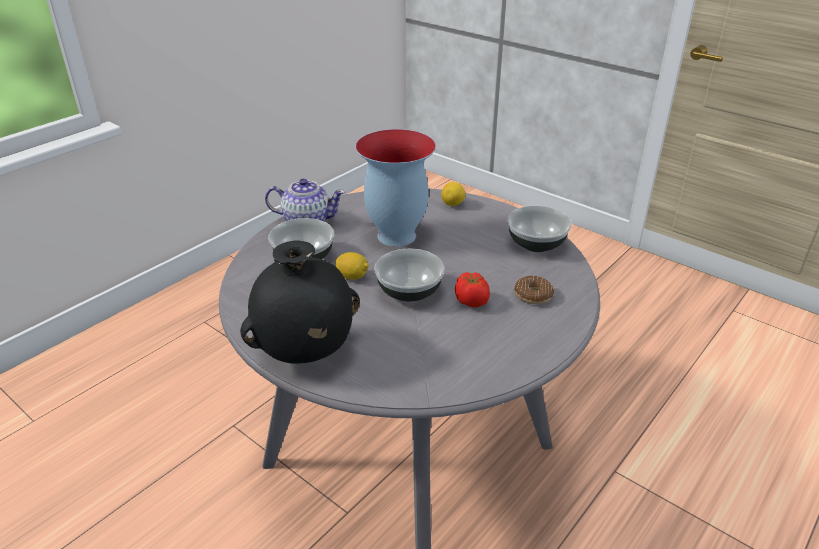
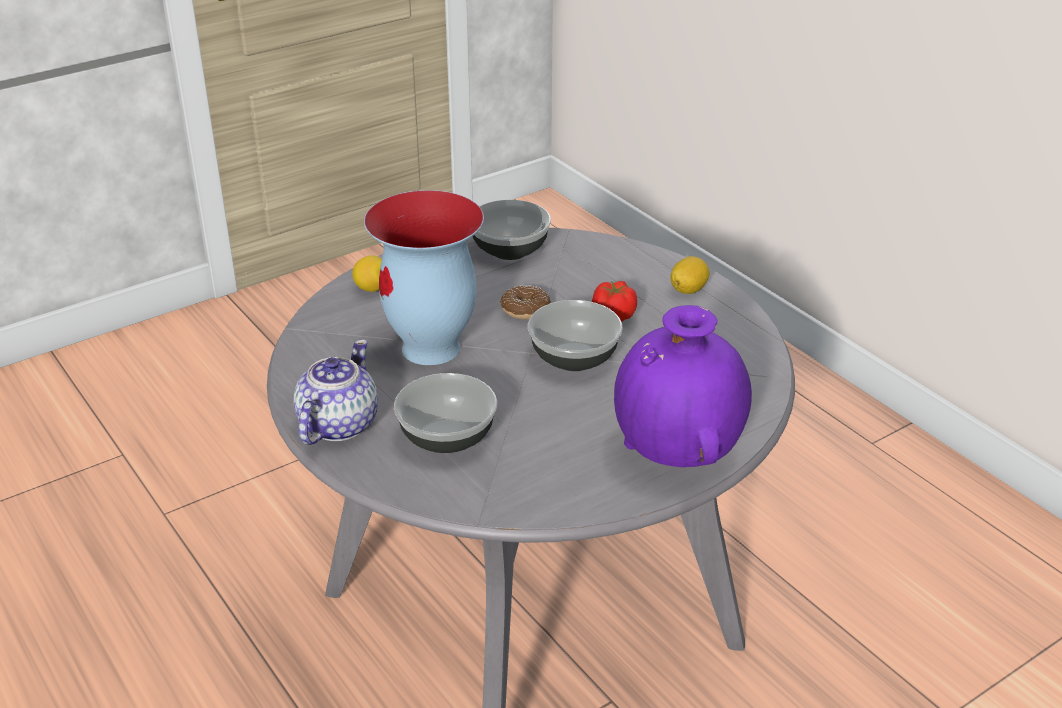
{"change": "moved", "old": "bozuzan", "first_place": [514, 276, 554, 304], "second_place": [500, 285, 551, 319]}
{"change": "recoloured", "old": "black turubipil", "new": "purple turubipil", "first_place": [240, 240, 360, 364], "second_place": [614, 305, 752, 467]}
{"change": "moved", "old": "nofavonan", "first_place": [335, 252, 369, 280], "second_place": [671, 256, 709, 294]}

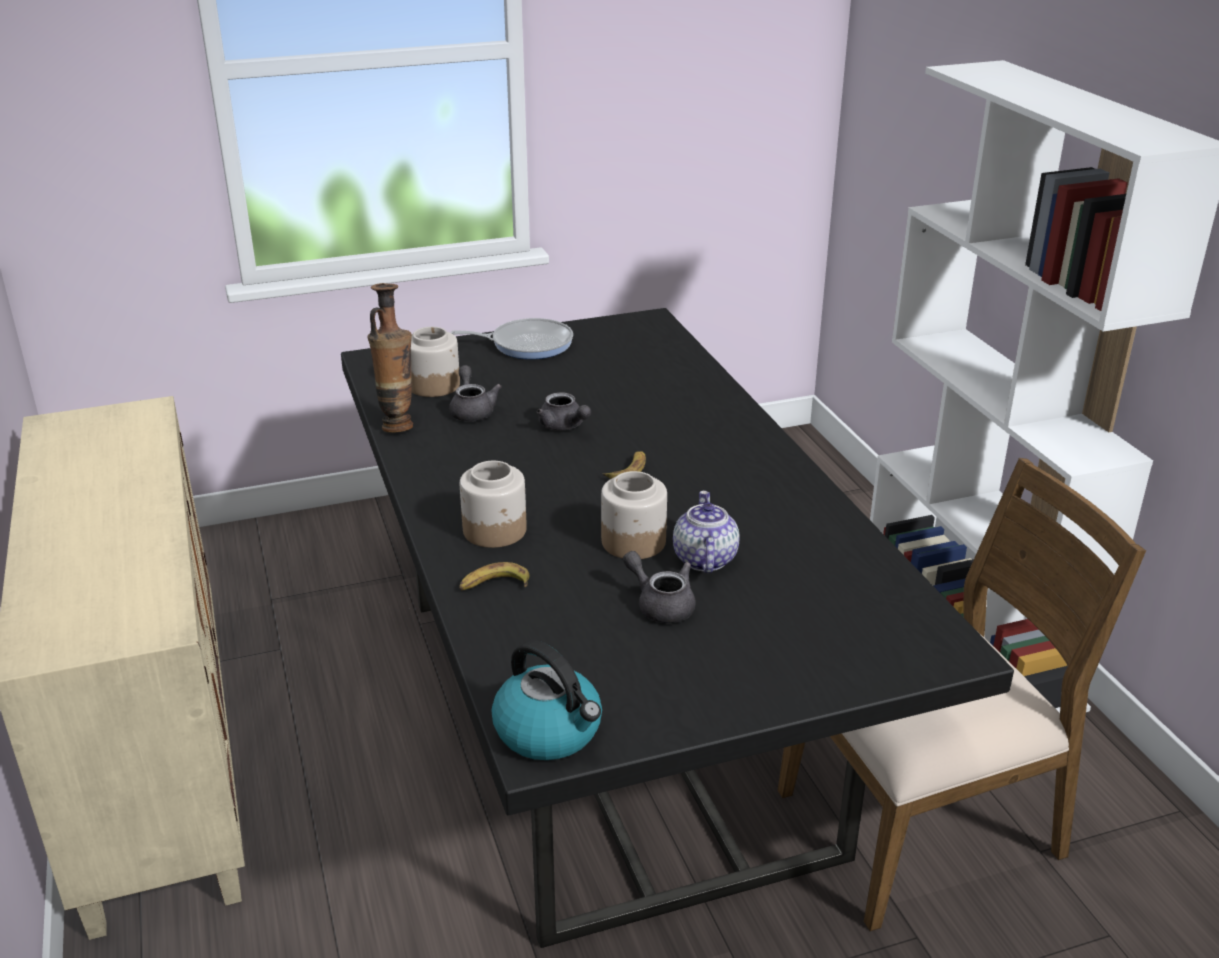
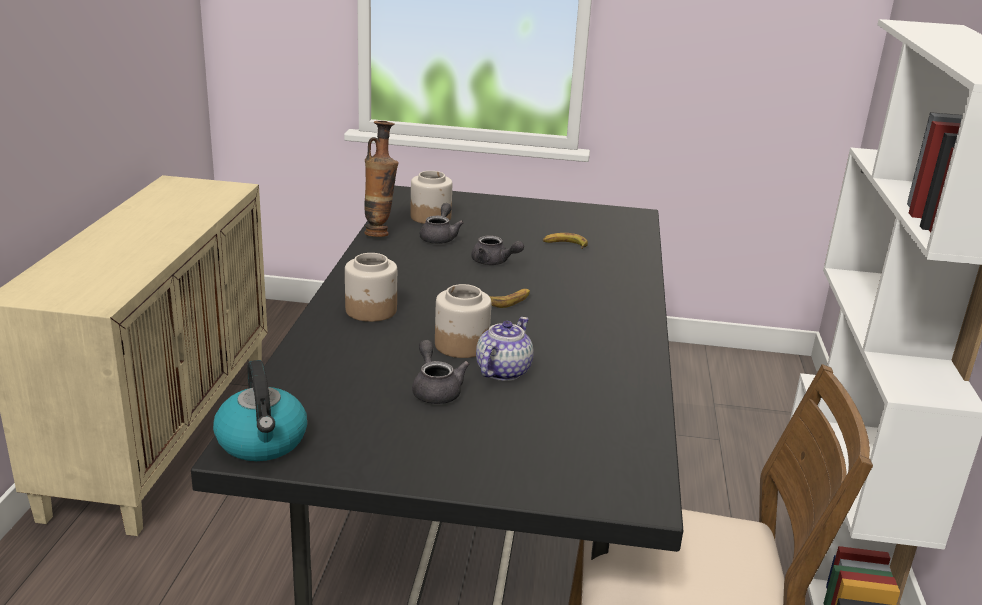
{"change": "turned", "old": "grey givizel", "first_place": [537, 392, 591, 431], "second_place": [471, 235, 524, 265], "degrees": -45}
{"change": "moved", "old": "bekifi", "first_place": [459, 562, 530, 591], "second_place": [543, 233, 588, 249]}
{"change": "removed", "old": "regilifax", "first_place": [451, 318, 573, 359]}

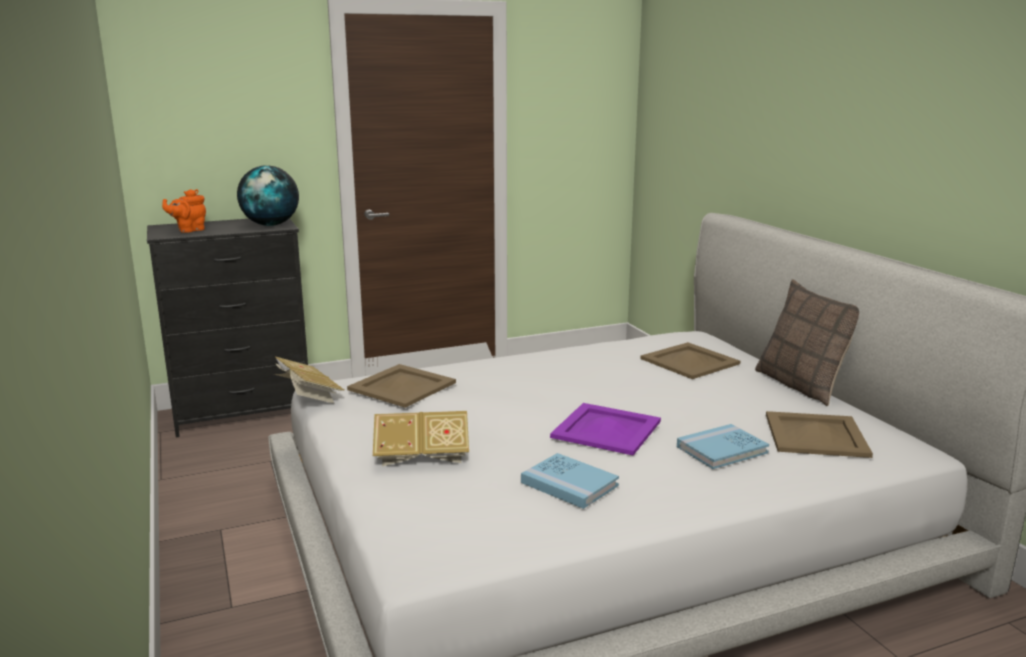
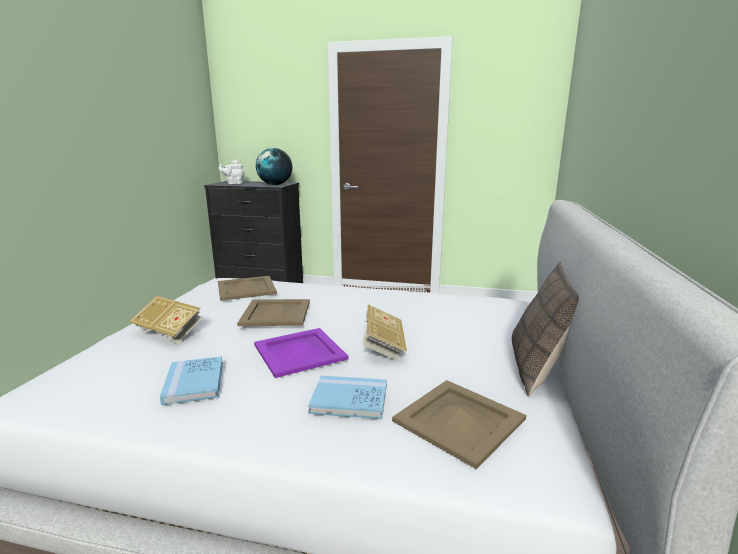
{"change": "recoloured", "old": "orange givizel", "new": "white givizel", "first_place": [162, 189, 206, 233], "second_place": [218, 160, 245, 184]}
{"change": "moved", "old": "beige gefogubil", "first_place": [640, 342, 740, 379], "second_place": [237, 299, 310, 326]}
{"change": "moved", "old": "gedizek", "first_place": [274, 356, 345, 403], "second_place": [362, 304, 407, 360]}

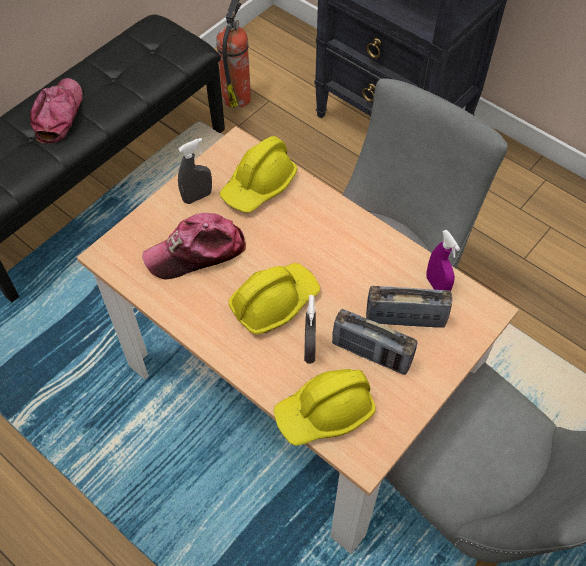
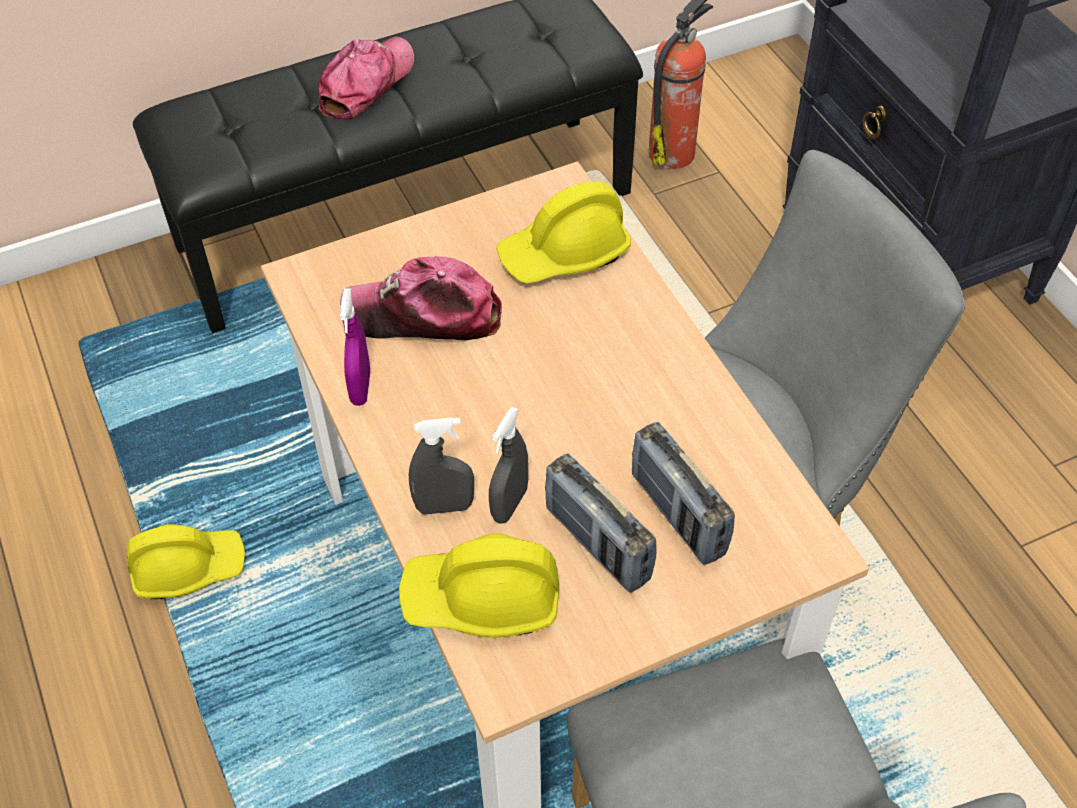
{"change": "moved", "old": "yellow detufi", "first_place": [228, 263, 320, 335], "second_place": [127, 524, 245, 599]}
{"change": "moved", "old": "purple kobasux", "first_place": [426, 230, 460, 291], "second_place": [340, 289, 370, 406]}
{"change": "moved", "old": "grey kobasux", "first_place": [178, 138, 212, 204], "second_place": [409, 418, 474, 515]}
{"change": "turned", "old": "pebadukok", "first_place": [366, 286, 452, 328], "second_place": [632, 422, 735, 565], "degrees": -150}

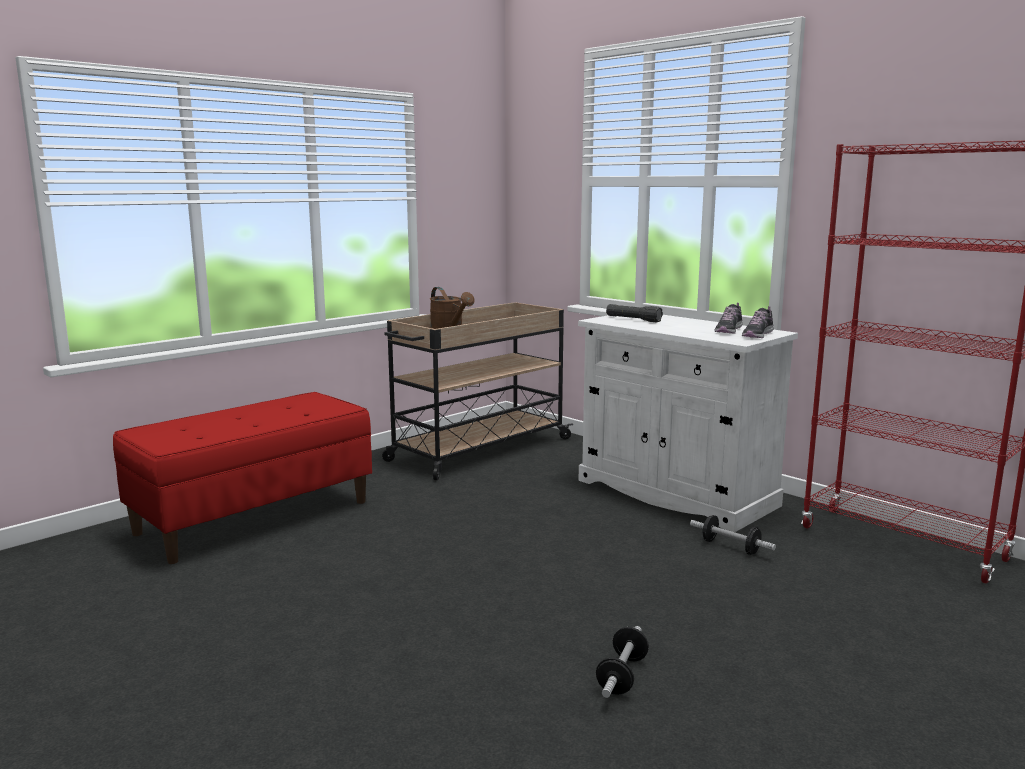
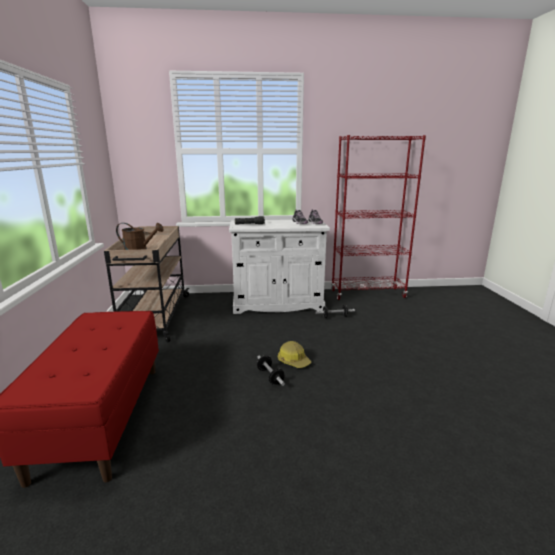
{"change": "moved", "old": "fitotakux", "first_place": [596, 626, 649, 698], "second_place": [257, 356, 285, 386]}
{"change": "added", "new": "detufi", "second_place": [278, 341, 311, 368]}

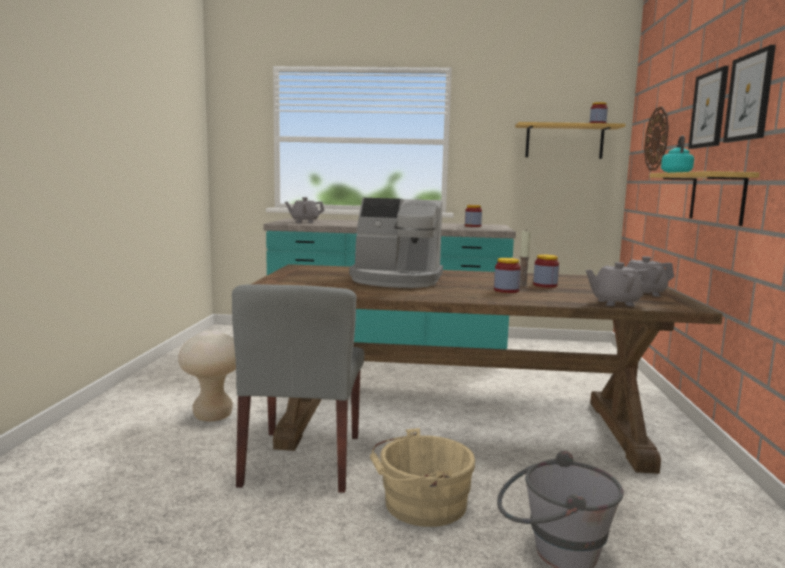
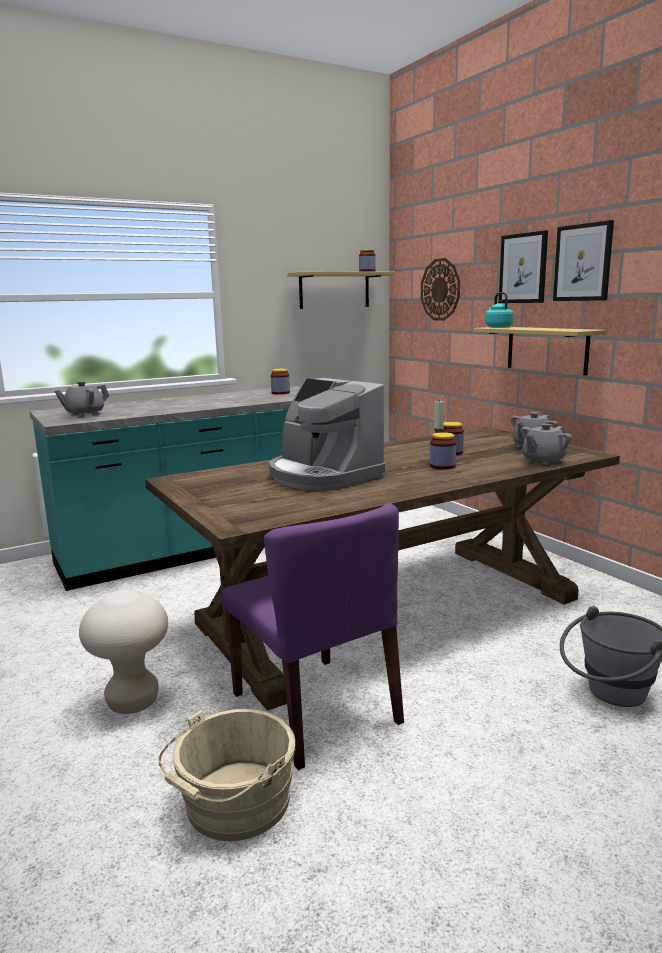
{"change": "moved", "old": "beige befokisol", "first_place": [370, 428, 475, 527], "second_place": [158, 709, 296, 841]}
{"change": "recoloured", "old": "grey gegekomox", "new": "purple gegekomox", "first_place": [232, 284, 364, 493], "second_place": [221, 503, 404, 770]}
{"change": "turned", "old": "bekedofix", "first_place": [349, 198, 443, 288], "second_place": [269, 378, 385, 490], "degrees": 75}

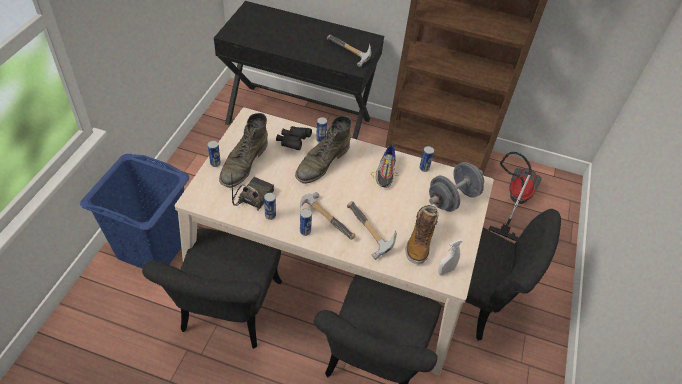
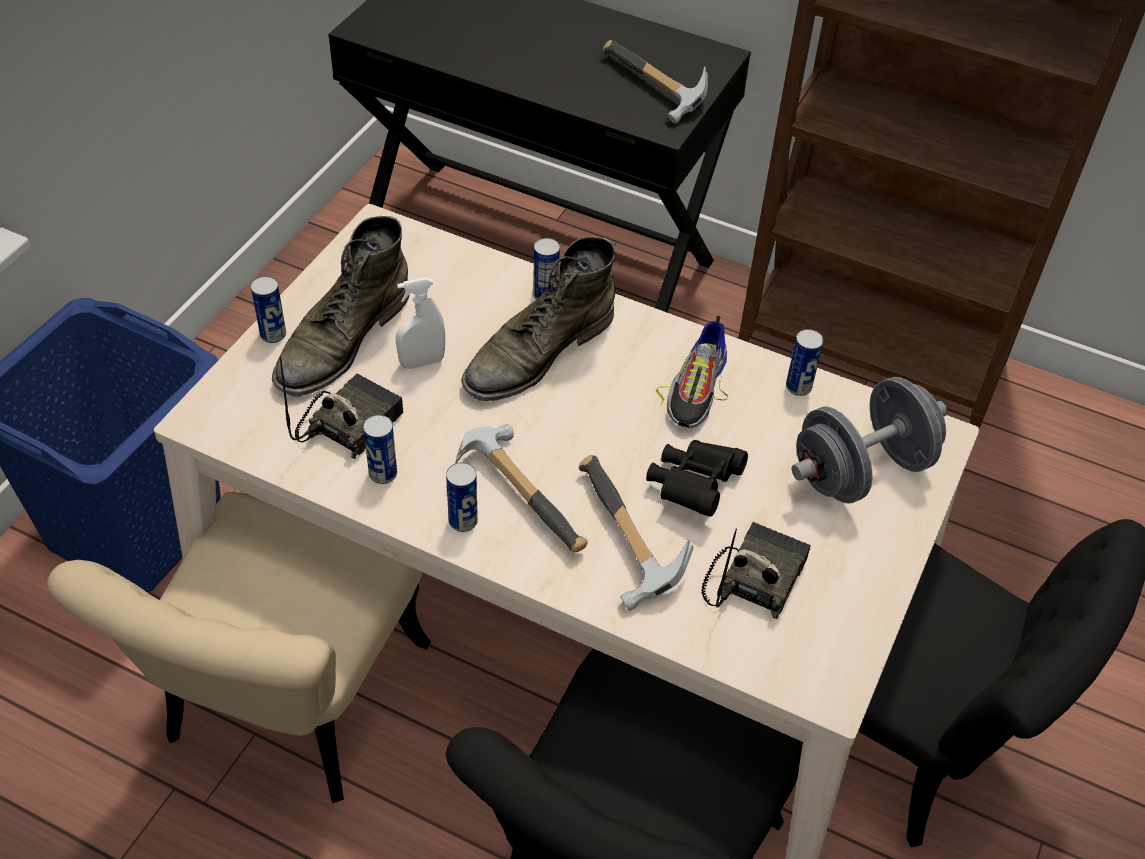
{"change": "recoloured", "old": "black gegekomox", "new": "beige gegekomox", "first_place": [142, 228, 282, 349], "second_place": [47, 492, 431, 803]}
{"change": "moved", "old": "white kobasux", "first_place": [438, 239, 463, 275], "second_place": [396, 277, 445, 369]}
{"change": "moved", "old": "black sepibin", "first_place": [276, 126, 312, 150], "second_place": [646, 440, 748, 517]}
{"change": "replaced", "old": "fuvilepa", "new": "pebadukok", "first_place": [405, 205, 438, 264], "second_place": [701, 522, 811, 619]}
{"change": "removed", "old": "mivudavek", "first_place": [488, 152, 542, 241]}

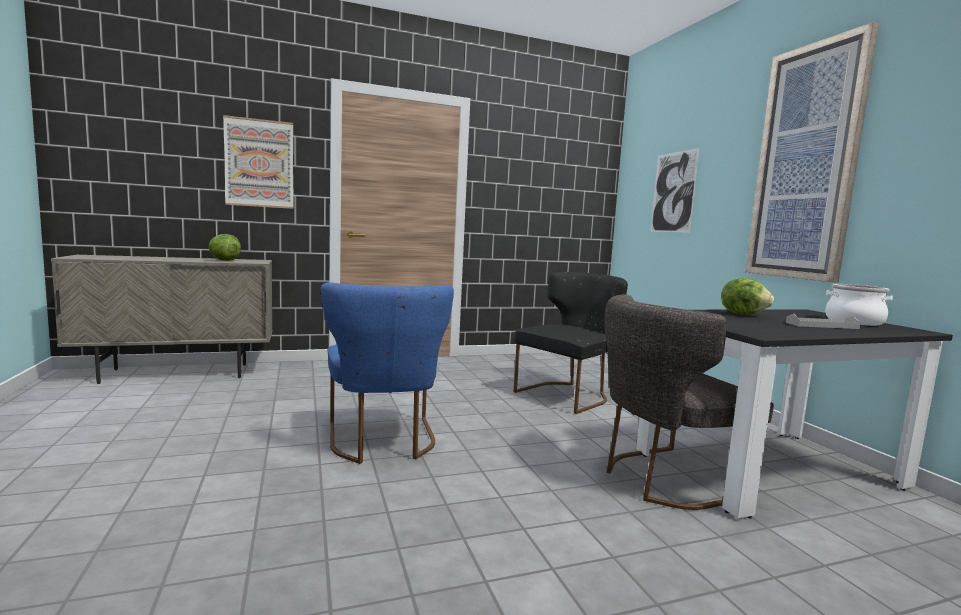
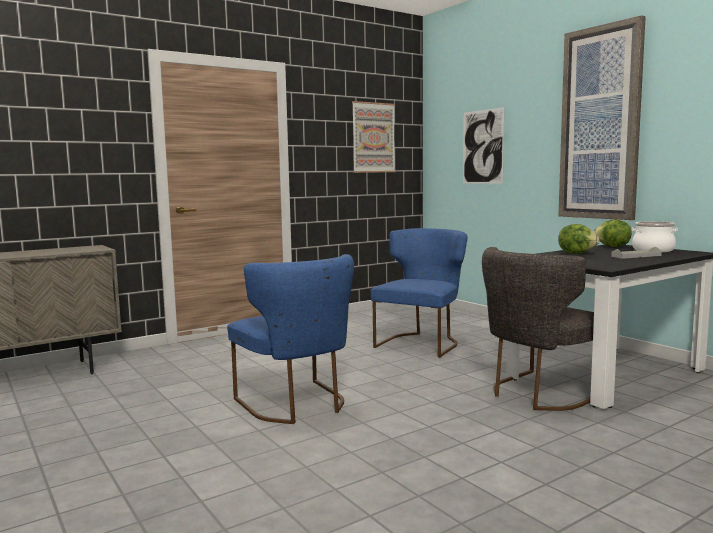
{"change": "moved", "old": "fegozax", "first_place": [223, 115, 294, 209], "second_place": [352, 101, 396, 173]}
{"change": "recoloured", "old": "black gegekomox", "new": "blue gegekomox", "first_place": [514, 272, 628, 414], "second_place": [371, 228, 467, 357]}
{"change": "moved", "old": "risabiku", "first_place": [209, 234, 241, 261], "second_place": [593, 220, 632, 247]}

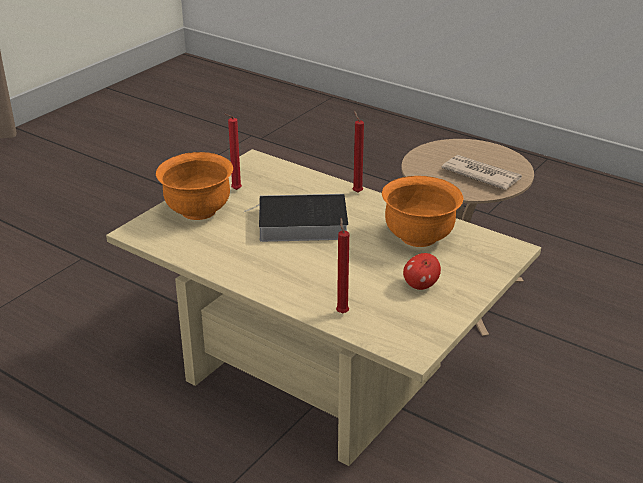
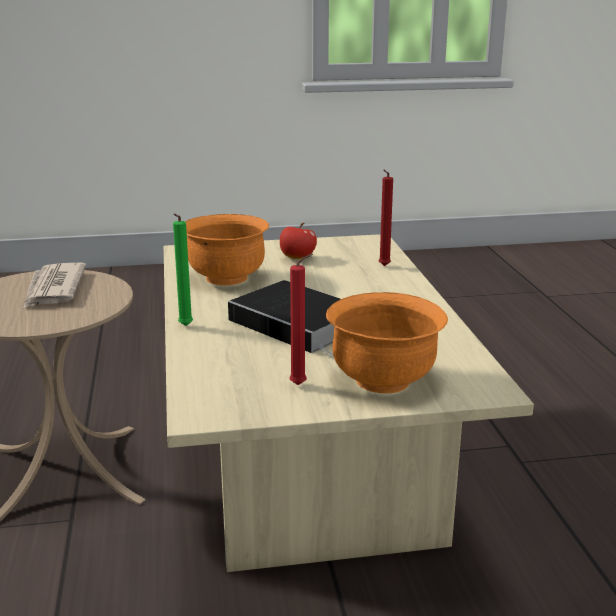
{"change": "recoloured", "old": "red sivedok", "new": "green sivedok", "first_place": [352, 111, 364, 193], "second_place": [173, 214, 193, 326]}

